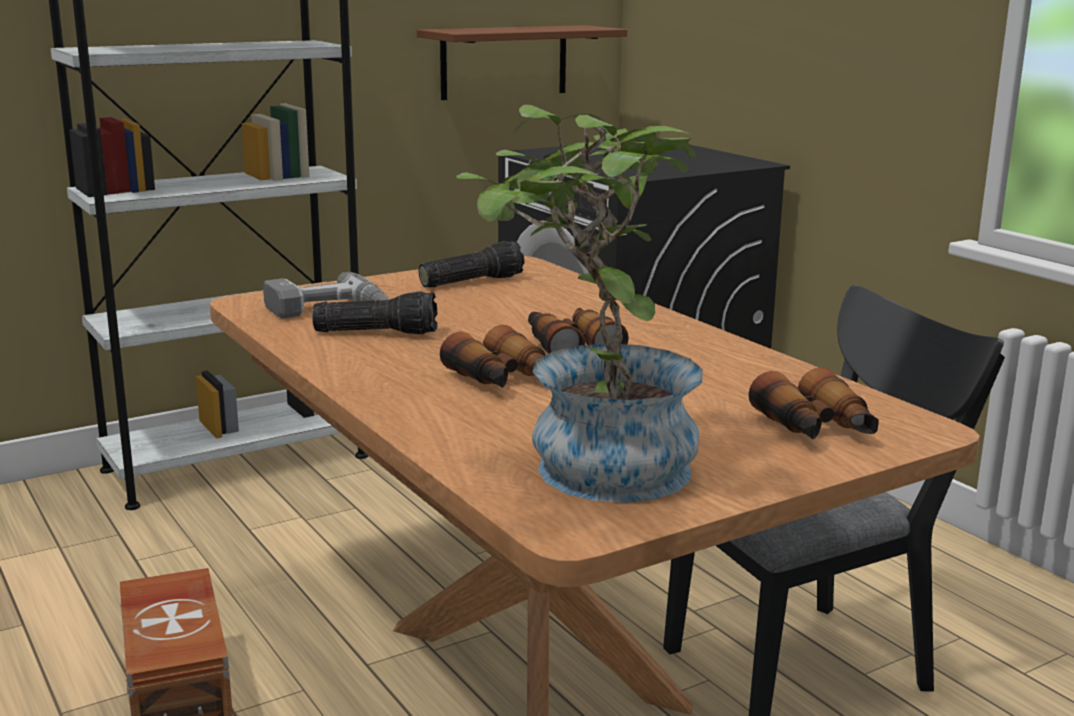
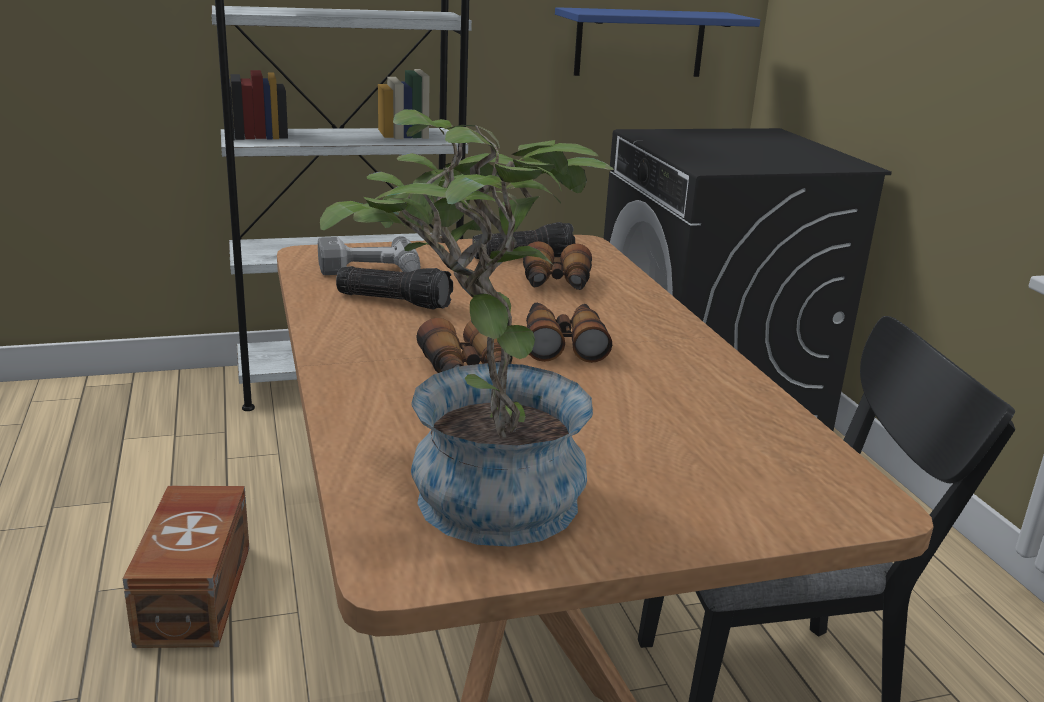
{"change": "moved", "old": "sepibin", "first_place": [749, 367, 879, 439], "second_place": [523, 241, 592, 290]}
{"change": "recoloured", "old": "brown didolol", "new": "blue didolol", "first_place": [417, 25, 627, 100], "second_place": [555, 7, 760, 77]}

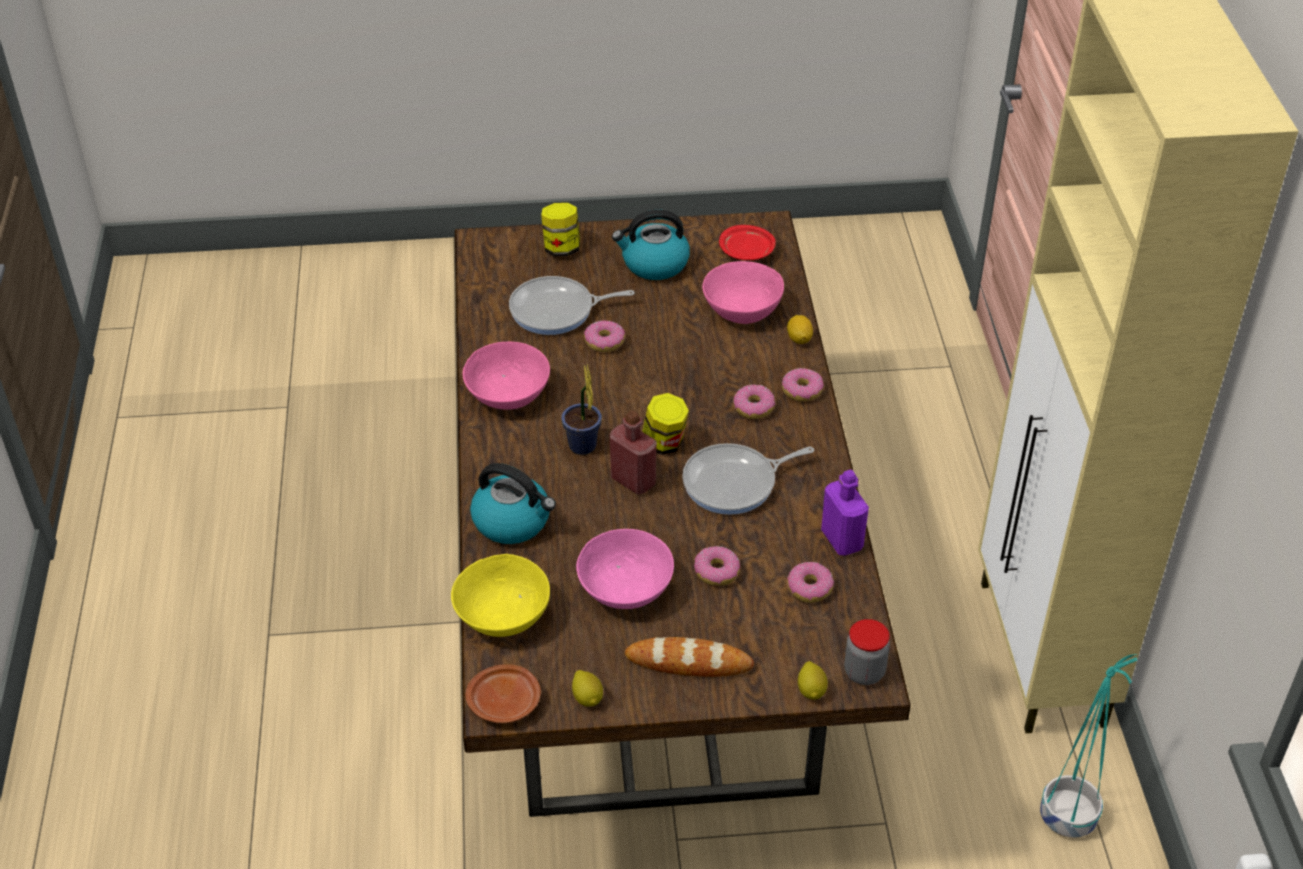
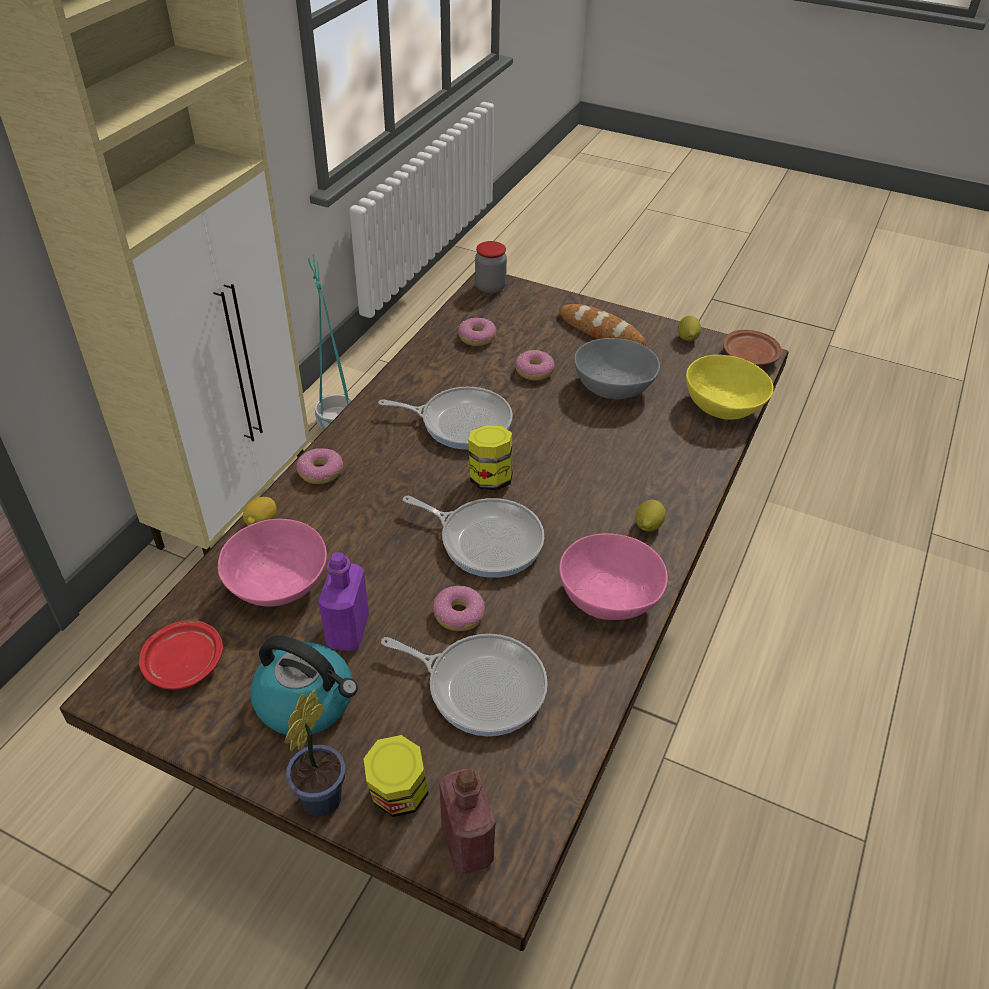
{"change": "moved", "old": "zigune", "first_place": [561, 364, 602, 455], "second_place": [285, 689, 345, 817]}
{"change": "moved", "old": "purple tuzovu", "first_place": [821, 469, 869, 555], "second_place": [318, 552, 369, 651]}
{"change": "added", "new": "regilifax", "second_place": [403, 496, 544, 578]}
{"change": "moved", "old": "red tuzovu", "first_place": [609, 411, 657, 495], "second_place": [439, 769, 495, 874]}
{"change": "recoloured", "old": "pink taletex", "new": "grey taletex", "first_place": [576, 529, 674, 609], "second_place": [574, 338, 660, 400]}
{"change": "moved", "old": "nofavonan", "first_place": [798, 661, 828, 700], "second_place": [635, 500, 666, 531]}
{"change": "removed", "old": "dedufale", "first_place": [470, 463, 556, 544]}
{"change": "removed", "old": "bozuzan", "first_place": [733, 385, 775, 419]}

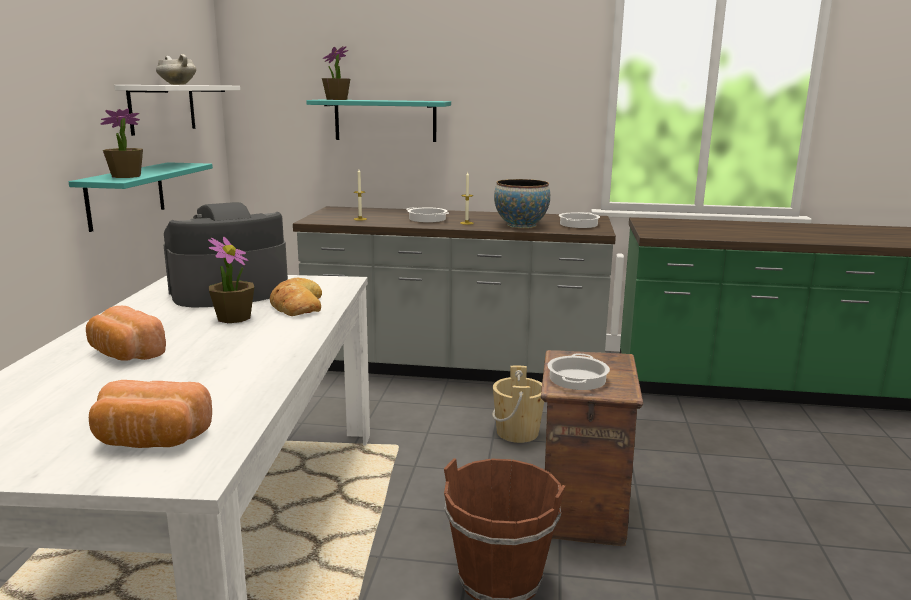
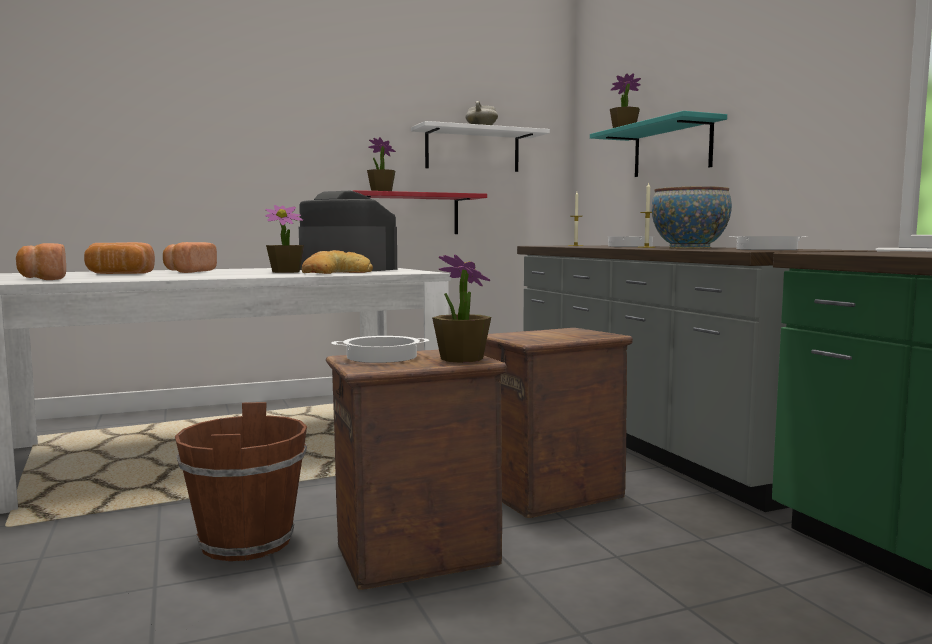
{"change": "added", "new": "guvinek", "second_place": [84, 242, 155, 274]}
{"change": "recoloured", "old": "turquoise didolol", "new": "red didolol", "first_place": [69, 162, 213, 232], "second_place": [353, 190, 487, 234]}
{"change": "added", "new": "zigune", "second_place": [432, 255, 491, 363]}
{"change": "replaced", "old": "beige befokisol", "new": "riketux", "first_place": [492, 366, 544, 443], "second_place": [484, 328, 633, 518]}

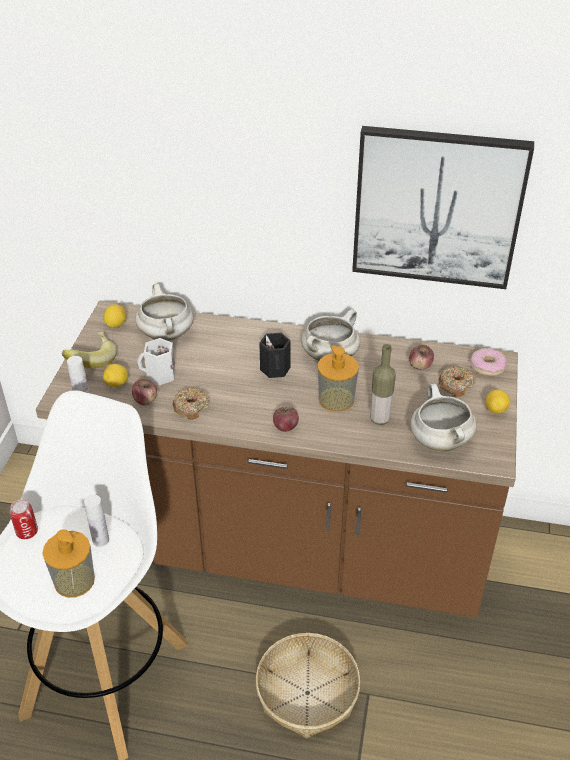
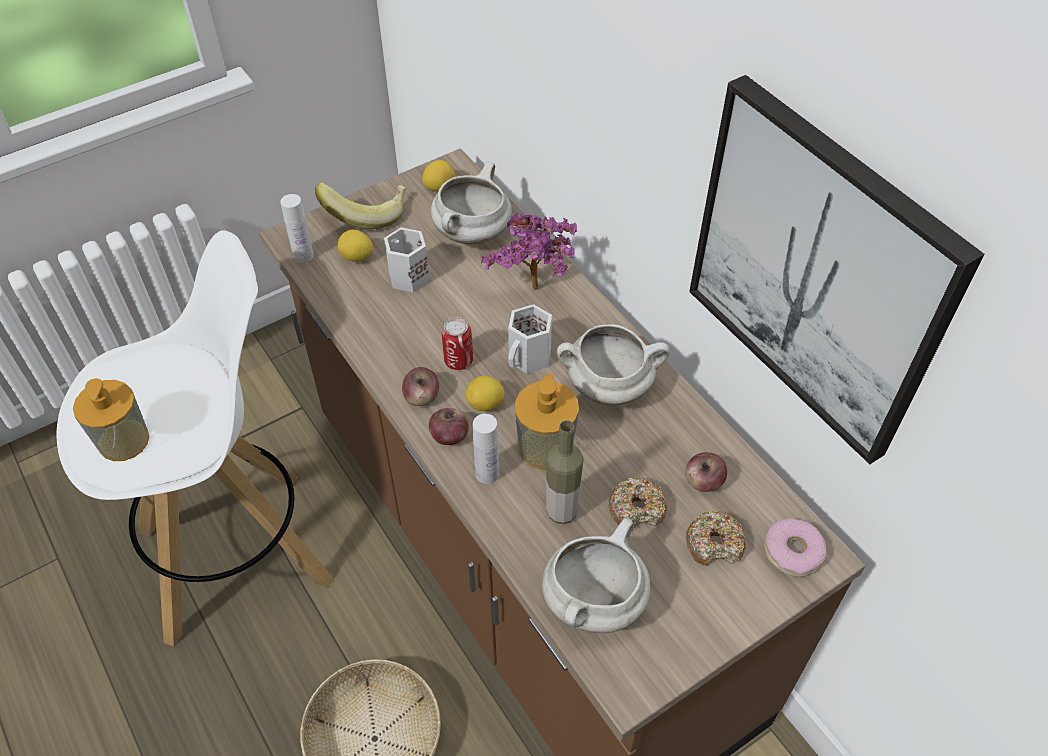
{"change": "moved", "old": "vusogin", "first_place": [132, 379, 157, 405], "second_place": [402, 367, 439, 406]}
{"change": "moved", "old": "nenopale", "first_place": [10, 499, 38, 539], "second_place": [442, 317, 473, 370]}
{"change": "moved", "old": "nofavonan", "first_place": [485, 390, 510, 414], "second_place": [466, 376, 504, 411]}
{"change": "moved", "old": "white tuzovu", "first_place": [84, 495, 109, 547], "second_place": [473, 414, 499, 484]}
{"change": "added", "new": "zigune", "second_place": [481, 212, 577, 290]}
{"change": "recoloured", "old": "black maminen", "new": "white maminen", "first_place": [259, 333, 291, 378], "second_place": [508, 304, 552, 373]}
{"change": "moved", "old": "bozuzan", "first_place": [173, 388, 210, 420], "second_place": [608, 477, 667, 531]}

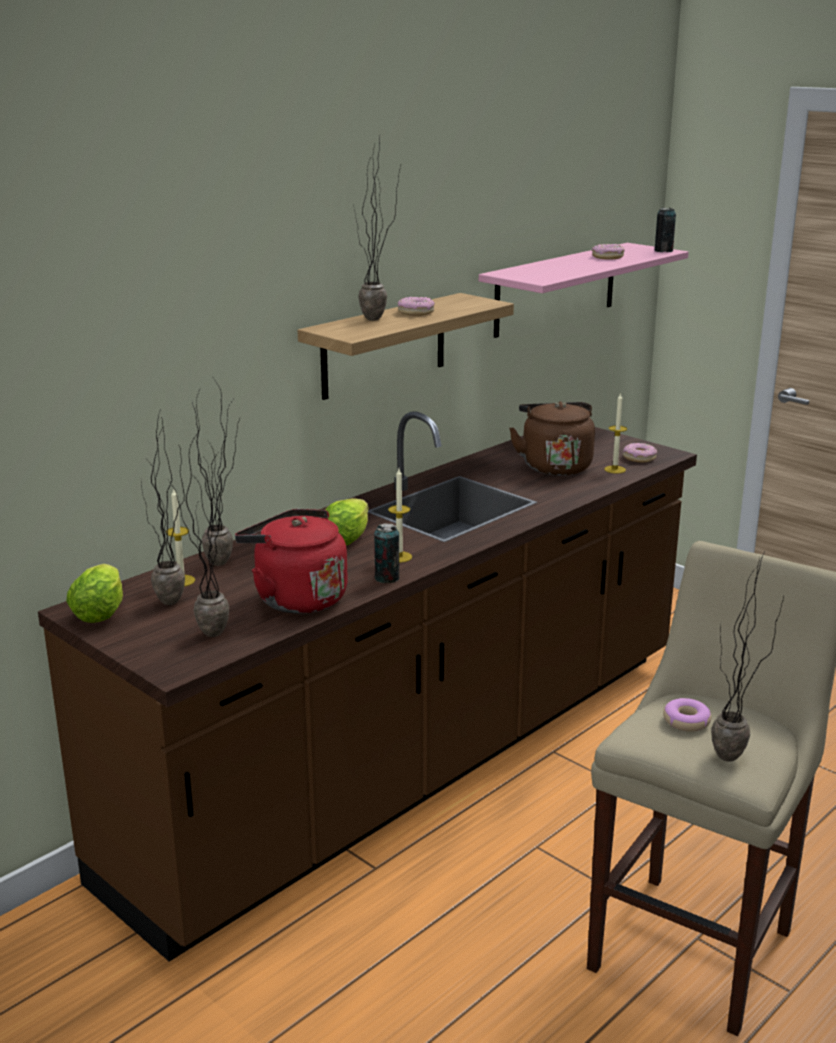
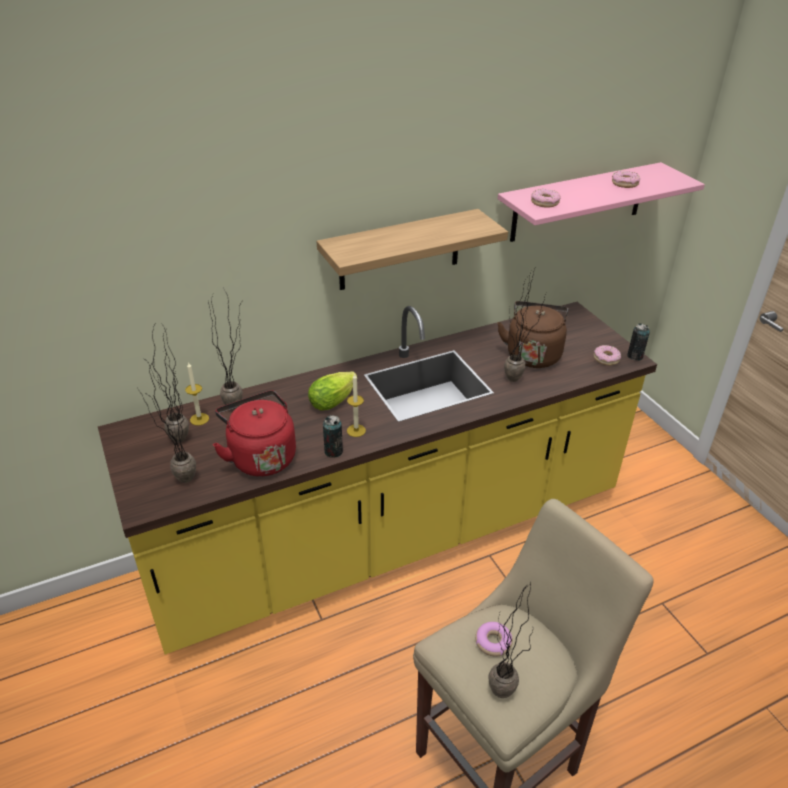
{"change": "recoloured", "old": "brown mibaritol", "new": "yellow mibaritol", "first_place": [38, 412, 697, 962], "second_place": [98, 302, 657, 654]}
{"change": "moved", "old": "zigune", "first_place": [354, 136, 401, 321], "second_place": [504, 269, 547, 382]}
{"change": "moved", "old": "bozuzan", "first_place": [398, 297, 435, 316], "second_place": [531, 189, 561, 208]}
{"change": "moved", "old": "nenopale", "first_place": [655, 208, 676, 252], "second_place": [627, 323, 650, 361]}
{"change": "removed", "old": "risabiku", "first_place": [66, 564, 123, 623]}
{"change": "removed", "old": "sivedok", "first_place": [604, 392, 627, 474]}

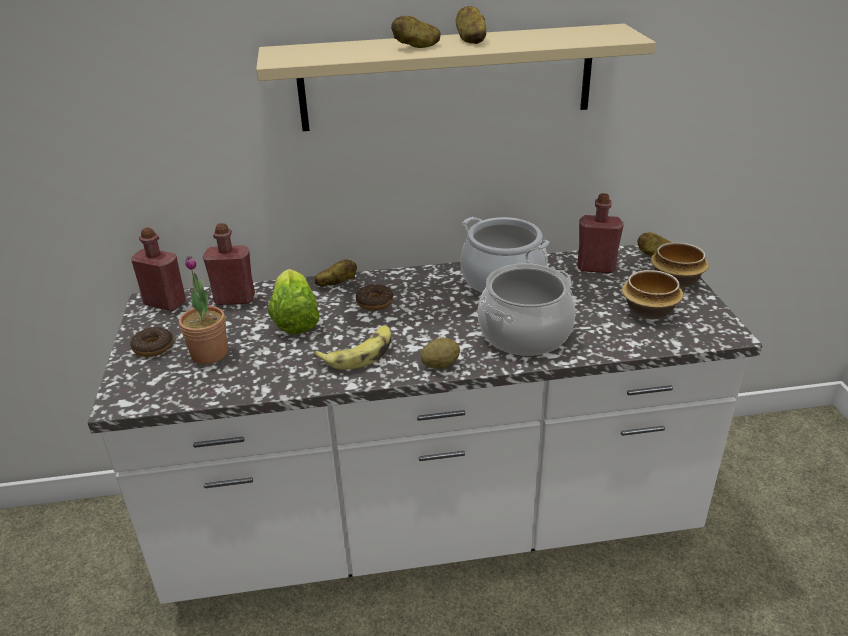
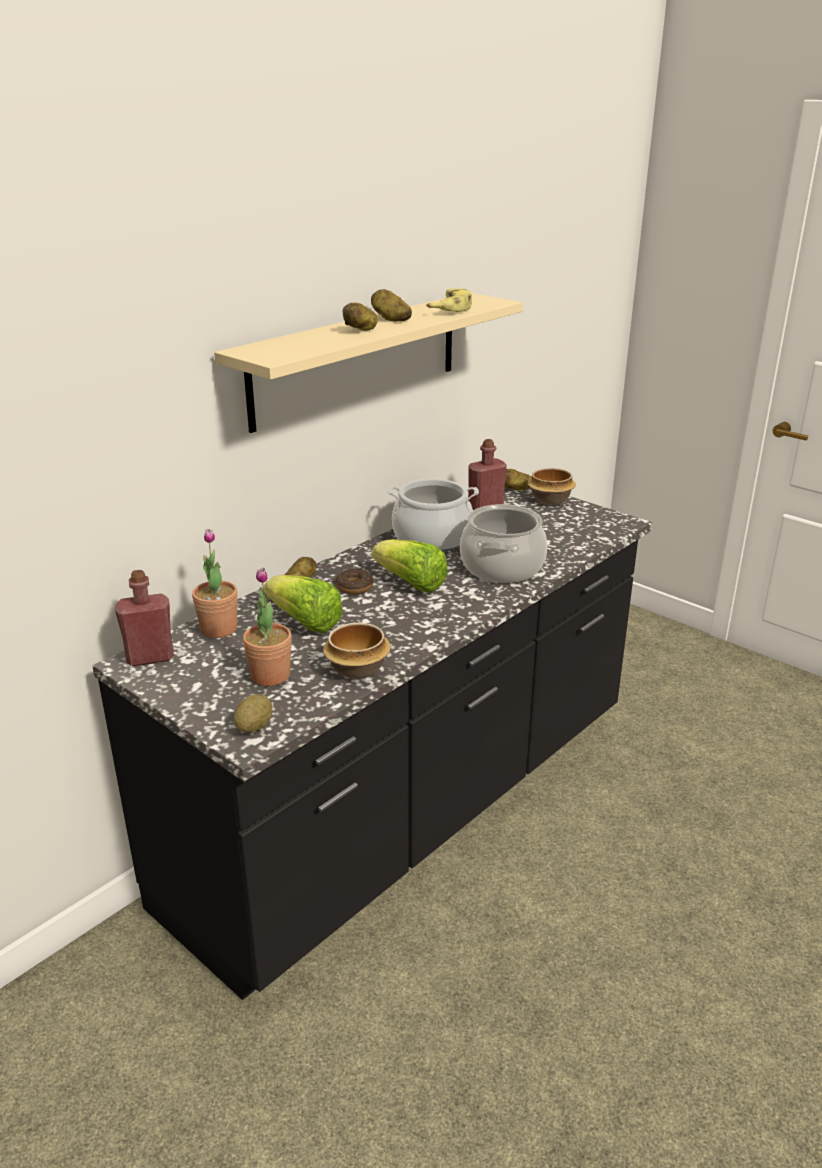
{"change": "recoloured", "old": "white mibaritol", "new": "black mibaritol", "first_place": [88, 245, 762, 604], "second_place": [92, 487, 652, 1000]}
{"change": "replaced", "old": "red tuzovu", "new": "zigune", "first_place": [203, 223, 255, 305], "second_place": [192, 529, 238, 638]}
{"change": "moved", "old": "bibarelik", "first_place": [420, 338, 460, 369], "second_place": [234, 694, 272, 732]}
{"change": "moved", "old": "taletex", "first_place": [622, 270, 683, 319], "second_place": [323, 623, 391, 679]}
{"change": "added", "new": "risabiku", "second_place": [371, 539, 447, 593]}
{"change": "moved", "old": "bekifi", "first_place": [314, 325, 391, 370], "second_place": [426, 288, 472, 312]}
{"change": "removed", "old": "bozuzan", "first_place": [130, 327, 173, 357]}

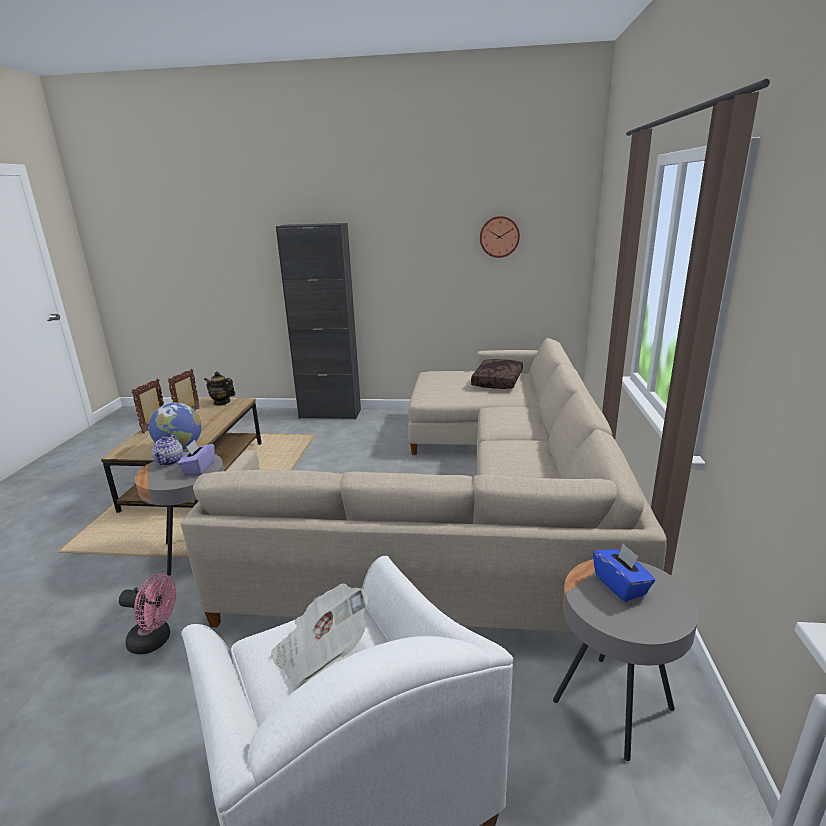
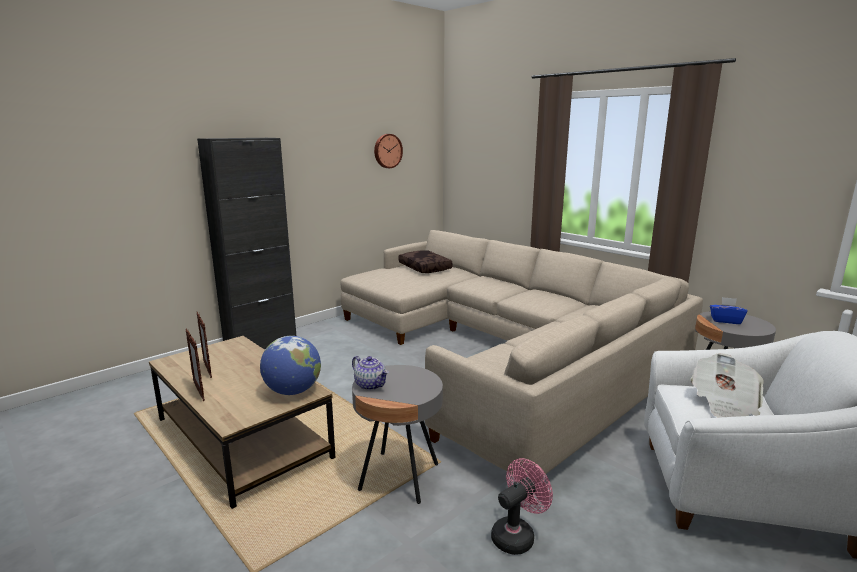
{"change": "removed", "old": "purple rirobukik", "first_place": [177, 440, 215, 475]}
{"change": "removed", "old": "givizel", "first_place": [204, 371, 235, 405]}

